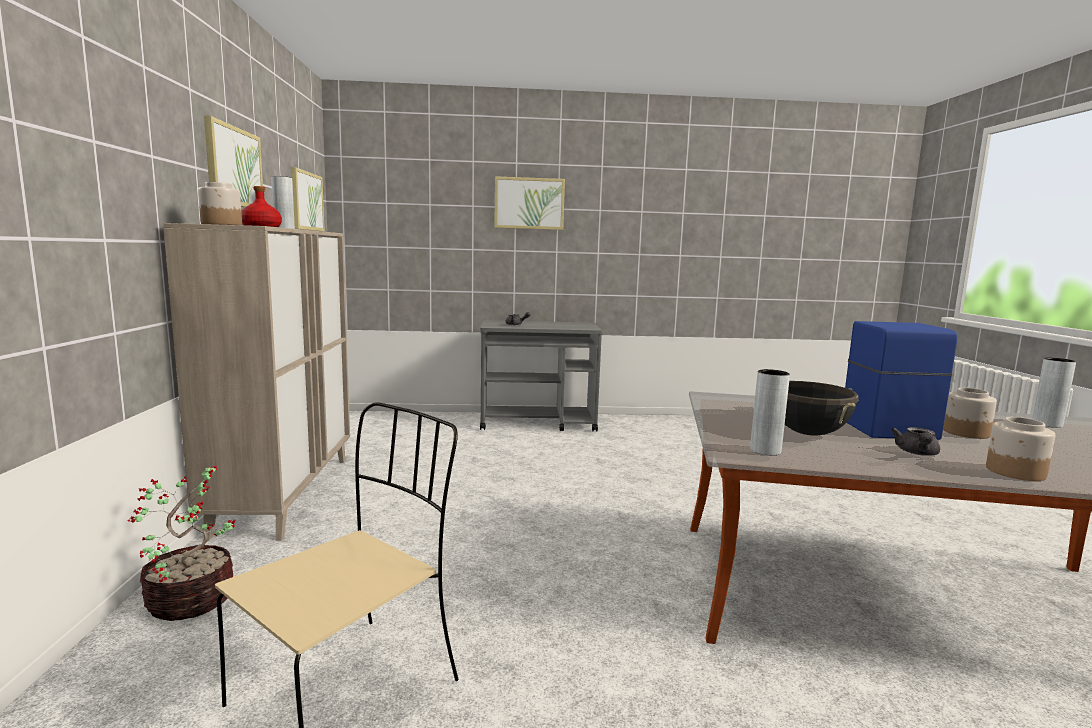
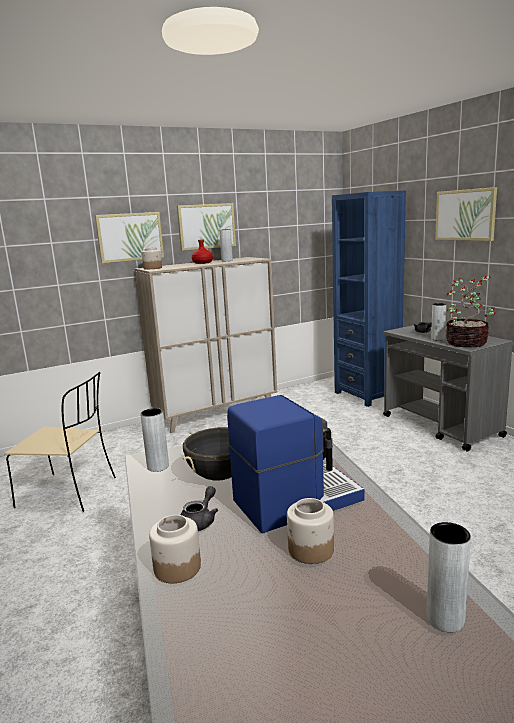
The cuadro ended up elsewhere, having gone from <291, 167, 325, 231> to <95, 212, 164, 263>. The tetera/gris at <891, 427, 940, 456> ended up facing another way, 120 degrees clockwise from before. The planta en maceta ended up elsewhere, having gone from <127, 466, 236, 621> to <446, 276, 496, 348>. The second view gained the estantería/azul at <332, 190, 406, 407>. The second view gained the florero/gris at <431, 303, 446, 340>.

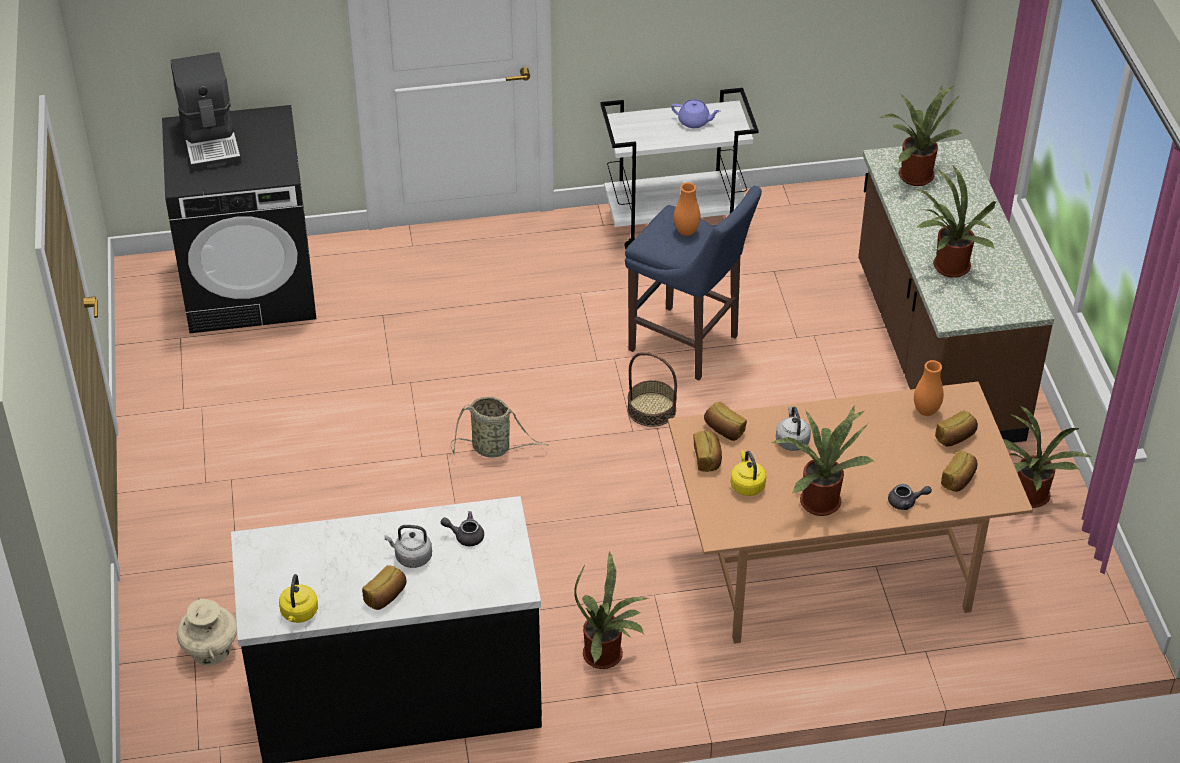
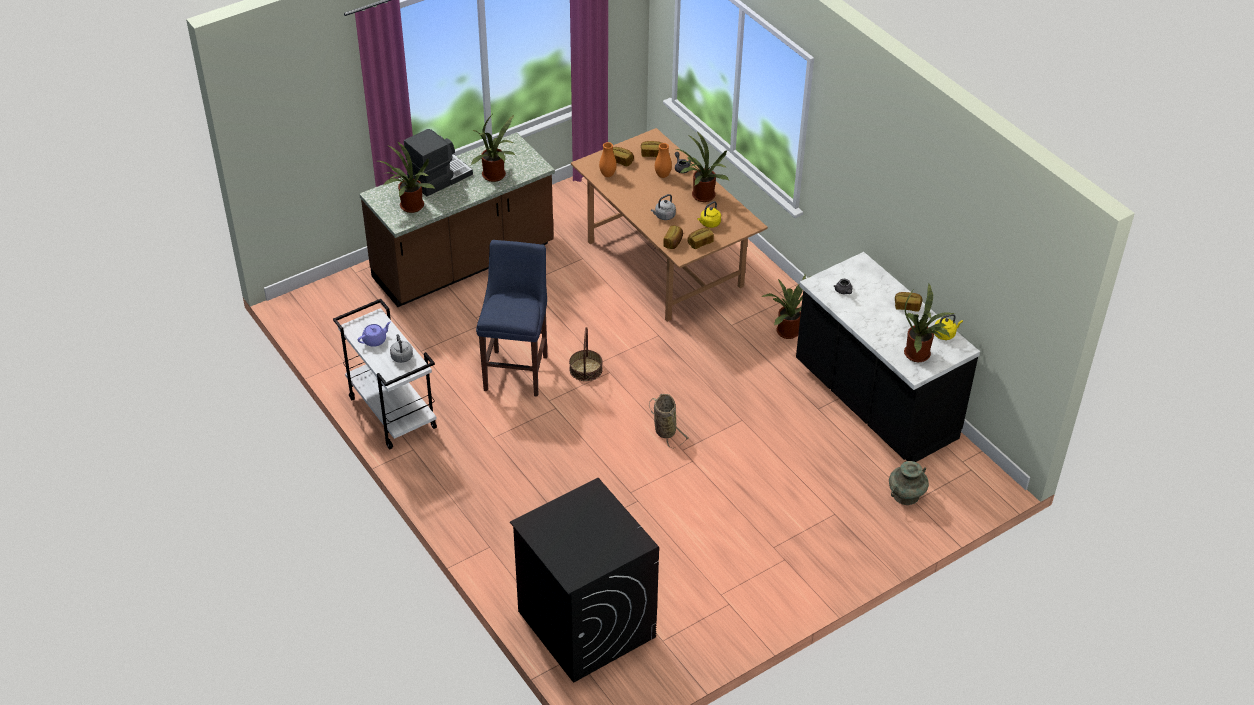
The cafetera ended up elsewhere, having gone from <170, 52, 242, 172> to <404, 129, 473, 196>. The tetera/morado at <671, 99, 720, 128> ended up facing another way, 60 degrees clockwise from before. The florero/naranja ended up elsewhere, having gone from <674, 182, 700, 236> to <655, 143, 672, 178>. The planta en maceta ended up elsewhere, having gone from <1003, 406, 1091, 508> to <904, 284, 955, 362>. The hervidor/gris ended up elsewhere, having gone from <384, 525, 432, 568> to <390, 334, 413, 363>. What was the florero/beis at <177, 598, 237, 666> turned into the florero/turquesa at <889, 461, 929, 505>.

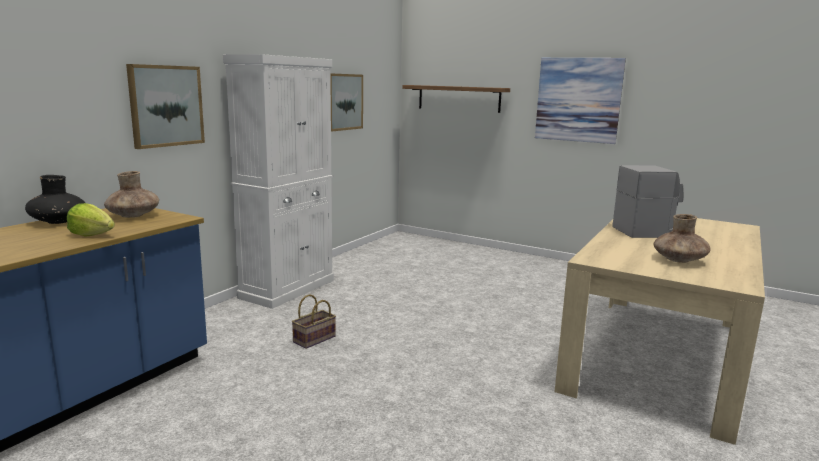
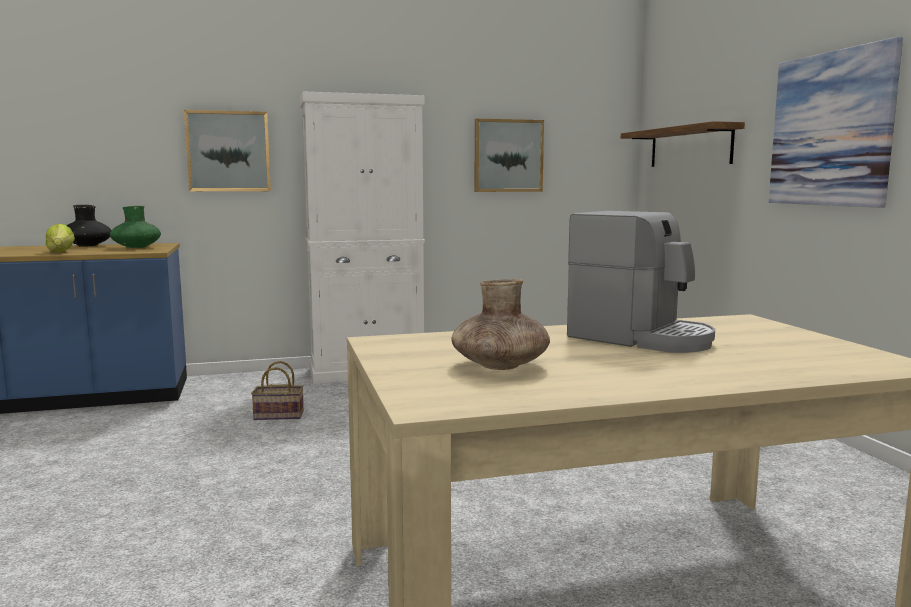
What was the florero/marrón at <104, 171, 159, 218> turned into the florero/verde at <110, 205, 161, 248>.

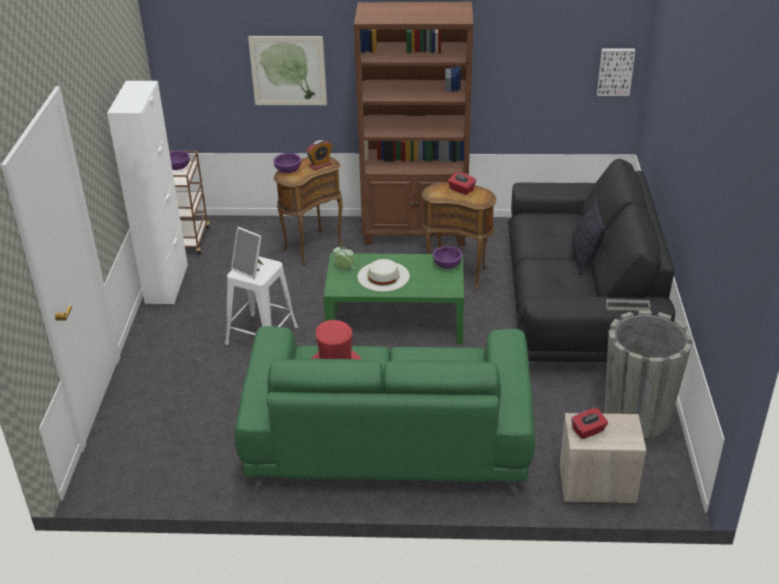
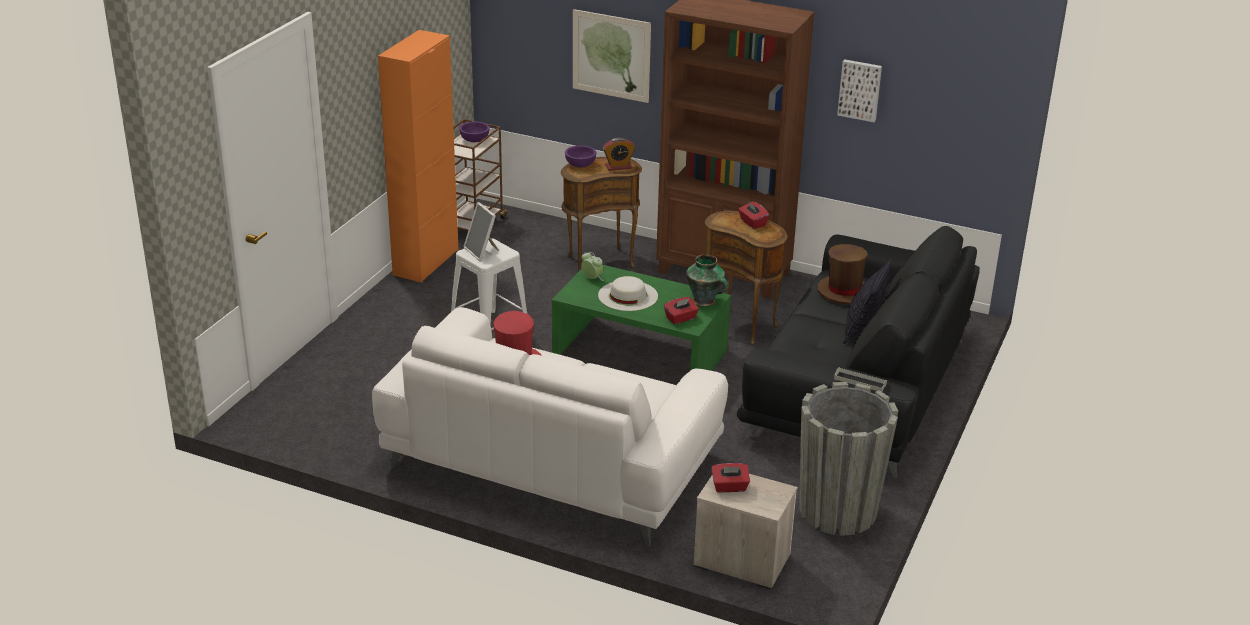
The cuadro ended up elsewhere, having gone from <597, 49, 635, 96> to <837, 59, 882, 122>. What was the armario/blanco at <107, 81, 188, 304> turned into the armario/naranja at <378, 30, 459, 283>. Where the cuenco/morado stood at <433, 246, 462, 269>, the florero came to stand at <686, 255, 728, 306>. What was the sofá/verde at <234, 326, 535, 496> turned into the sofá/blanco at <372, 307, 728, 547>. The second view gained the sombrero/marrón at <818, 244, 868, 305>. The second view gained the caja de pañuelos/rojo at <664, 297, 699, 324>.

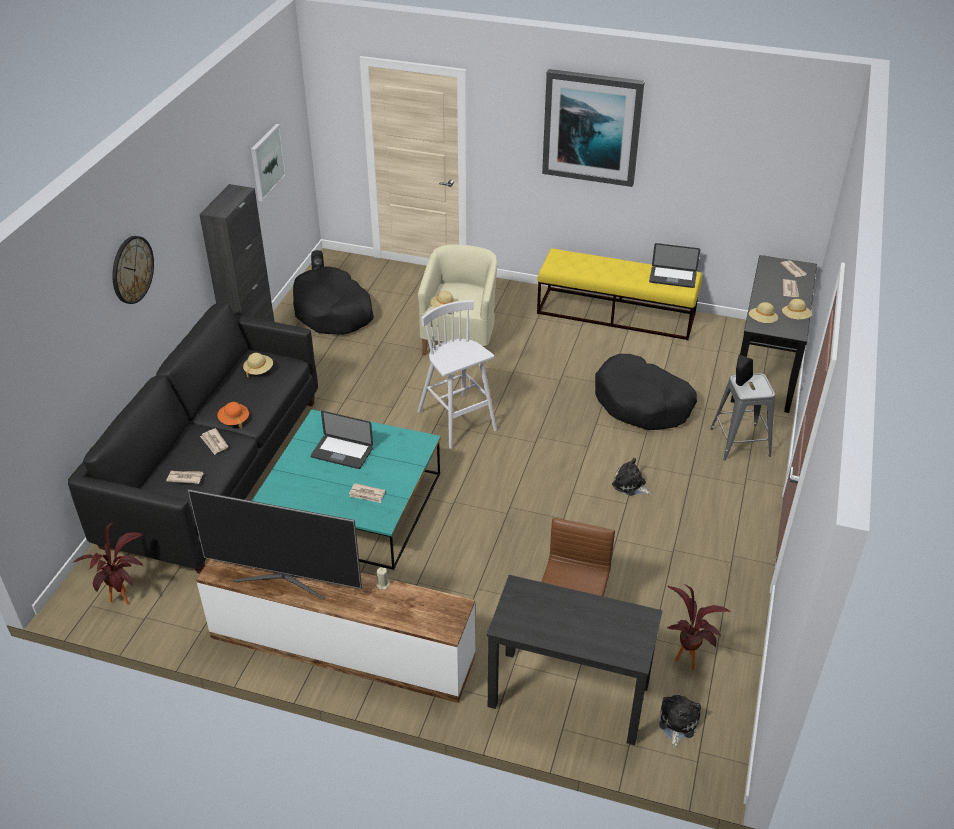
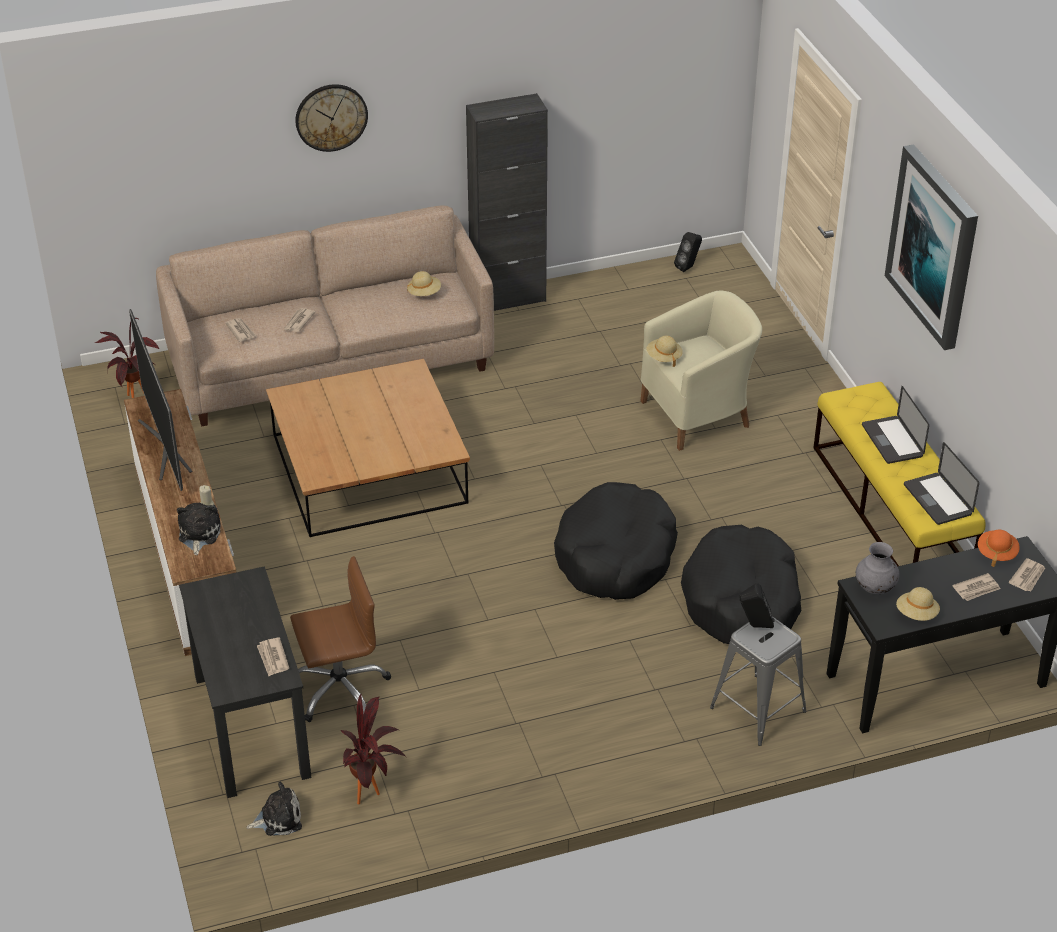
The second view lost the cuadro at <251, 124, 286, 202>. The cama para perro/negro ended up elsewhere, having gone from <293, 266, 374, 335> to <554, 482, 678, 600>. The second view lost the taburete/blanco at <417, 300, 497, 449>. What was the sofá/negro at <68, 302, 318, 574> turned into the sofá/beis at <156, 205, 494, 427>. Where the sombrero/beis stood at <749, 302, 778, 323>, the florero/gris came to stand at <856, 542, 900, 594>. The sombrero/naranja ended up elsewhere, having gone from <217, 402, 249, 429> to <978, 530, 1020, 567>. What was the mesa de centro/turquesa at <252, 409, 441, 570> turned into the mesa de centro/marrón at <266, 359, 470, 537>. The portátil ended up elsewhere, having gone from <311, 411, 373, 469> to <862, 386, 929, 464>. The peluche ended up elsewhere, having gone from <612, 458, 652, 496> to <177, 503, 221, 555>. The periódico ended up elsewhere, having gone from <349, 483, 385, 503> to <257, 637, 289, 676>.

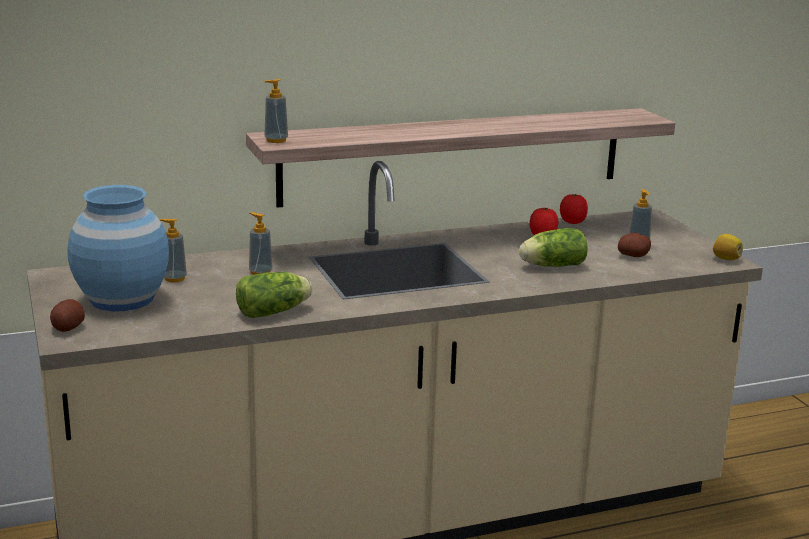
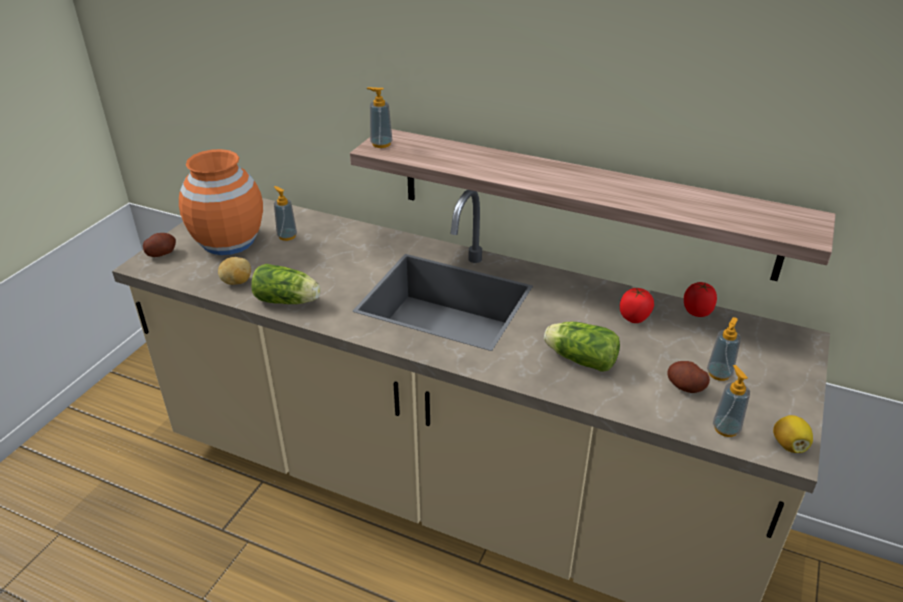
What was the florero/azul at <67, 185, 169, 311> turned into the florero/naranja at <179, 149, 263, 255>. The dispensador de jabón ended up elsewhere, having gone from <249, 212, 273, 275> to <713, 365, 750, 437>. The second view gained the patata at <218, 257, 251, 285>.

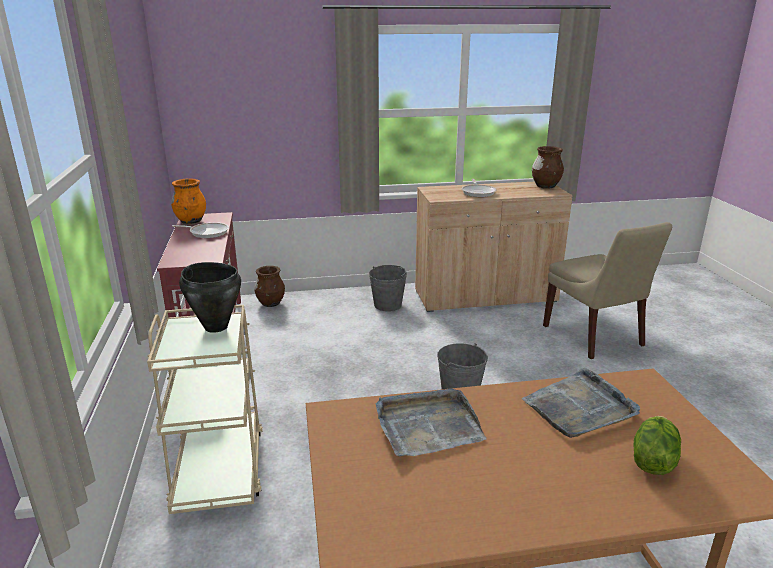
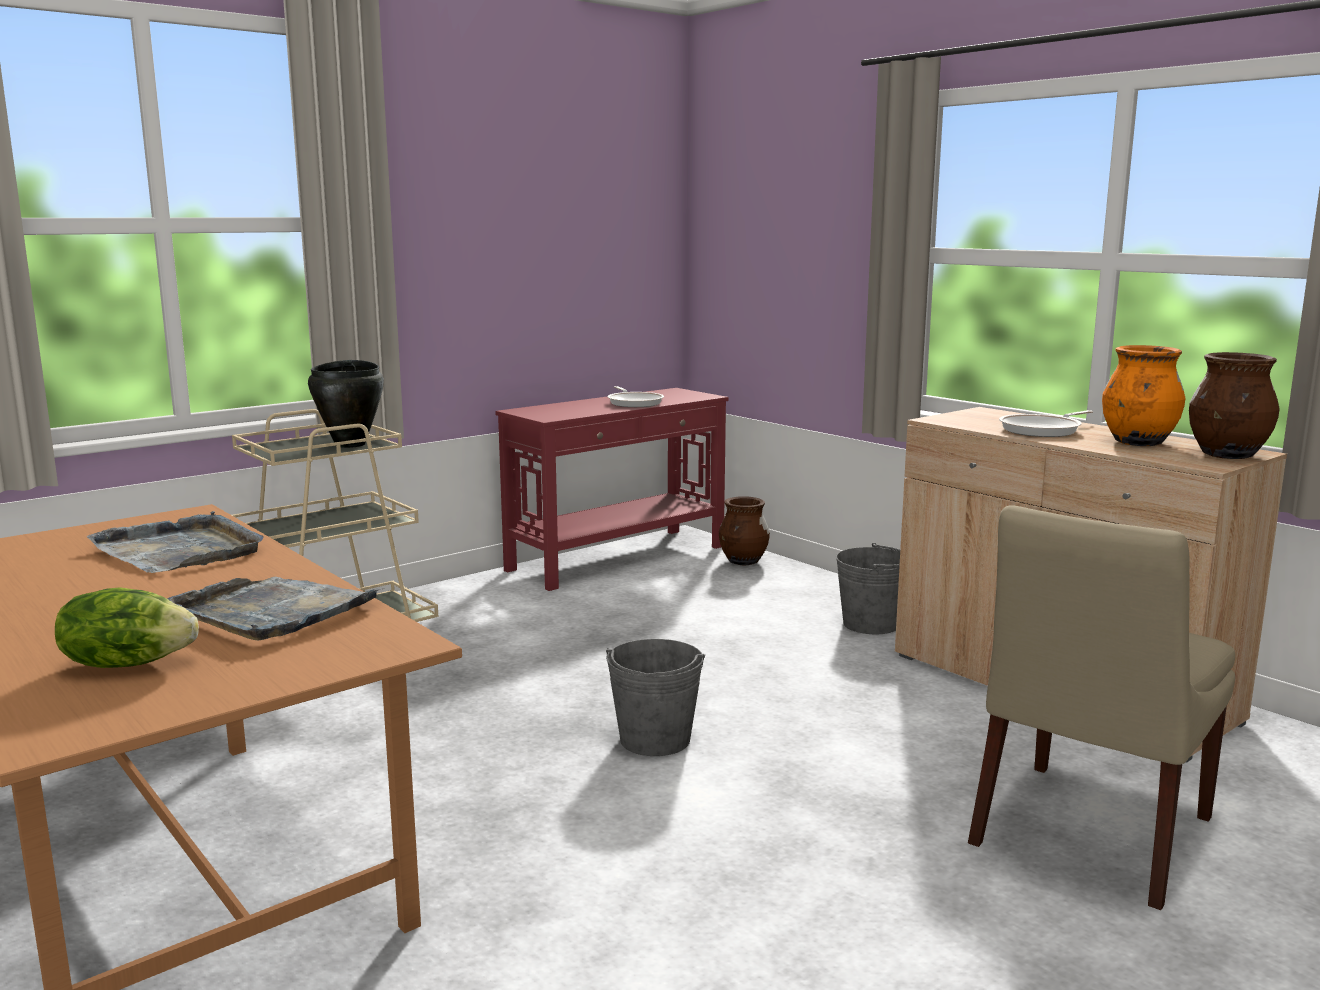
The florero/naranja ended up elsewhere, having gone from <171, 179, 206, 224> to <1102, 345, 1185, 446>.

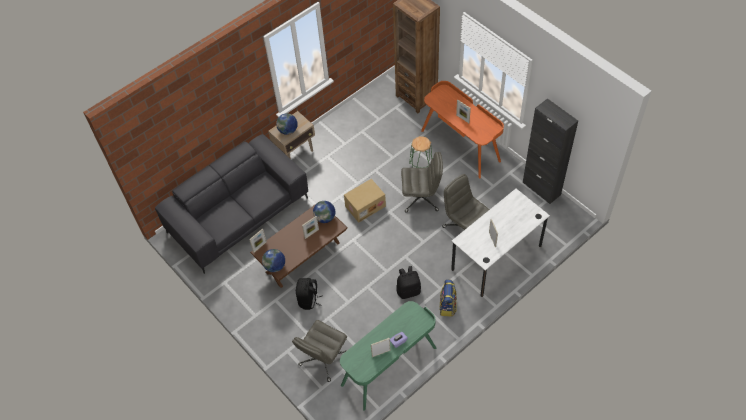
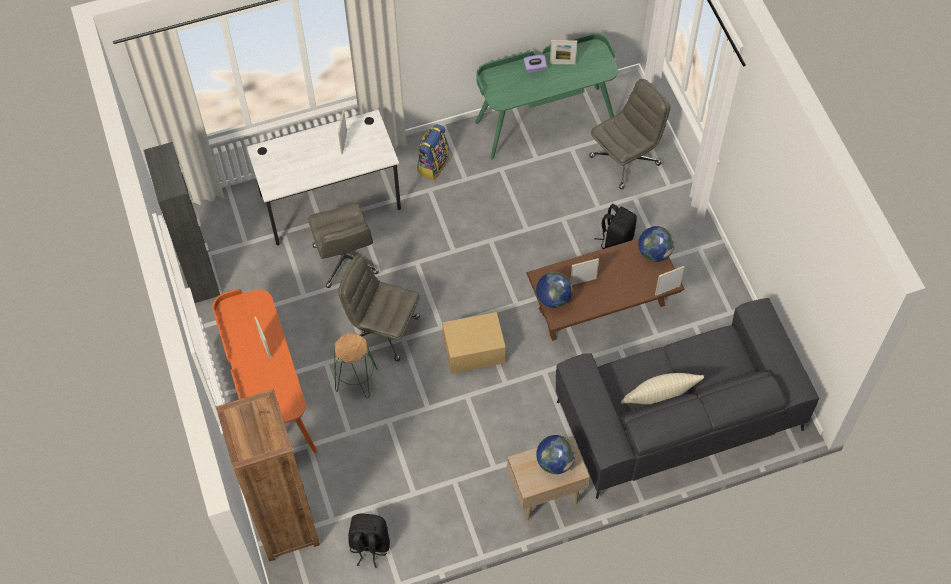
The mochila/negro ended up elsewhere, having gone from <396, 266, 421, 299> to <348, 513, 390, 568>. The second view gained the cojín/beis at <621, 373, 704, 404>.

